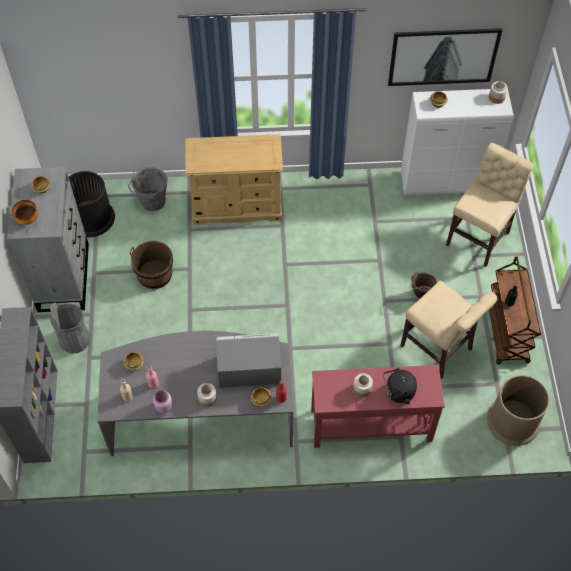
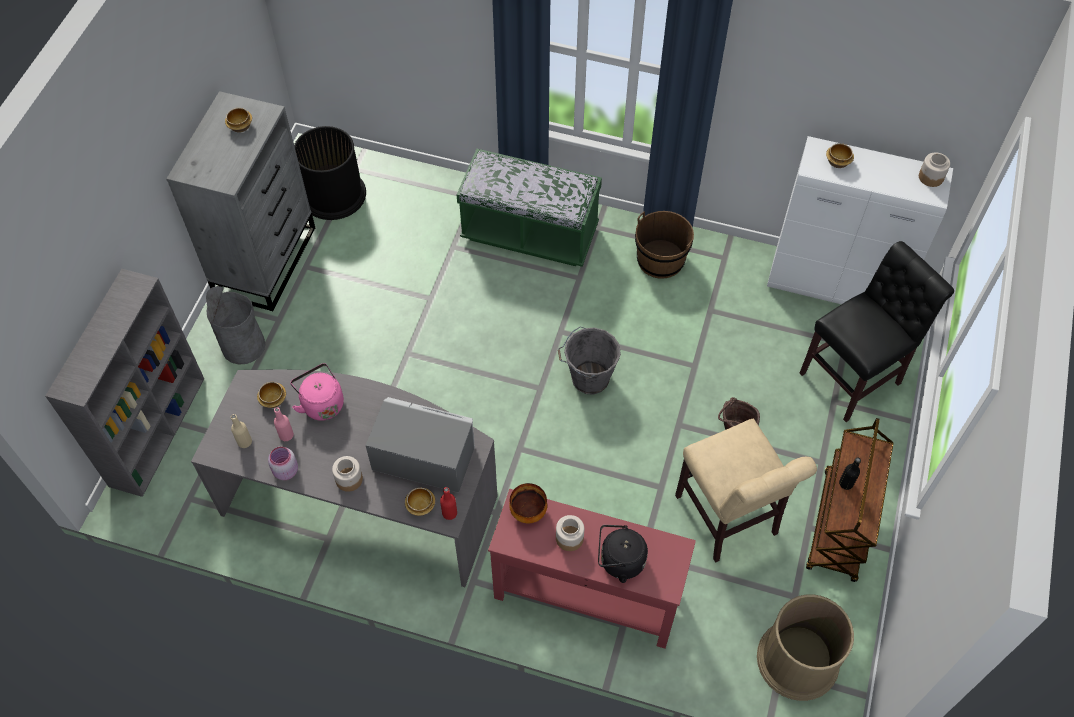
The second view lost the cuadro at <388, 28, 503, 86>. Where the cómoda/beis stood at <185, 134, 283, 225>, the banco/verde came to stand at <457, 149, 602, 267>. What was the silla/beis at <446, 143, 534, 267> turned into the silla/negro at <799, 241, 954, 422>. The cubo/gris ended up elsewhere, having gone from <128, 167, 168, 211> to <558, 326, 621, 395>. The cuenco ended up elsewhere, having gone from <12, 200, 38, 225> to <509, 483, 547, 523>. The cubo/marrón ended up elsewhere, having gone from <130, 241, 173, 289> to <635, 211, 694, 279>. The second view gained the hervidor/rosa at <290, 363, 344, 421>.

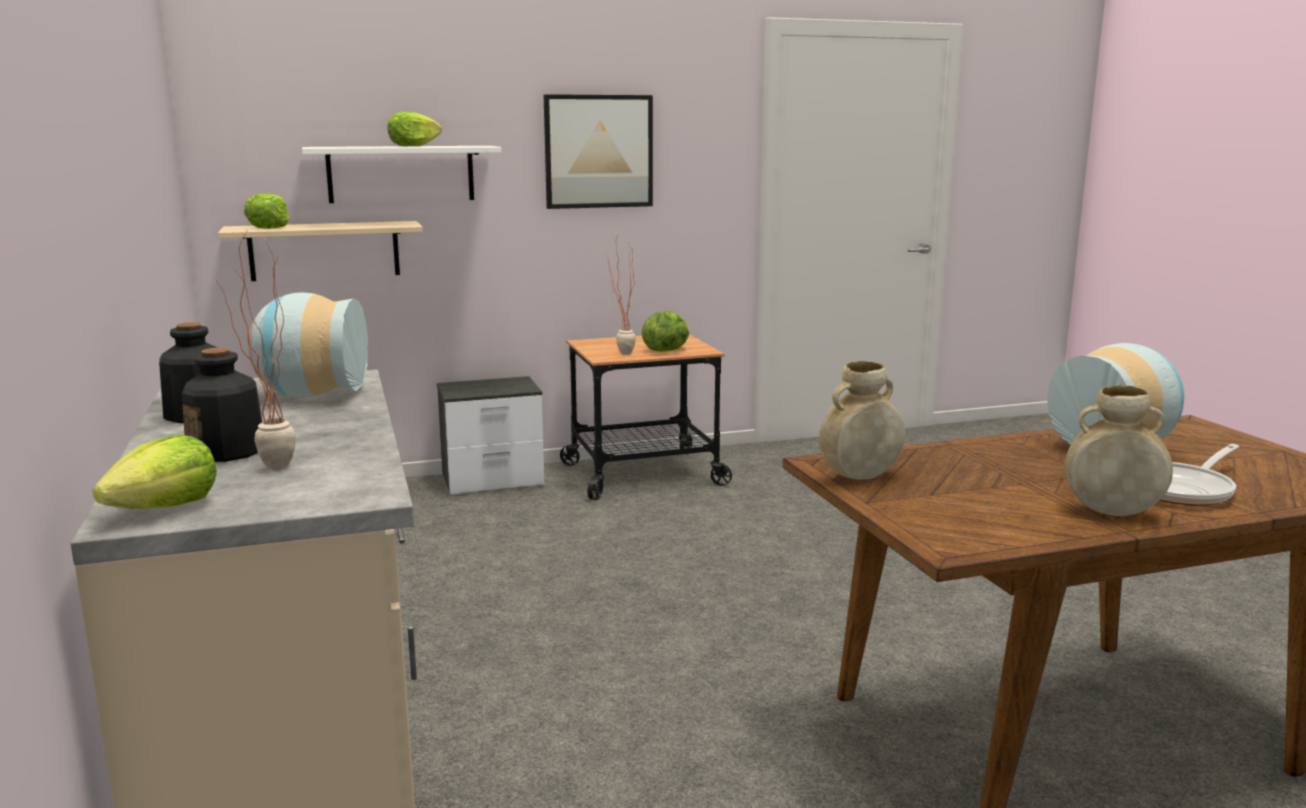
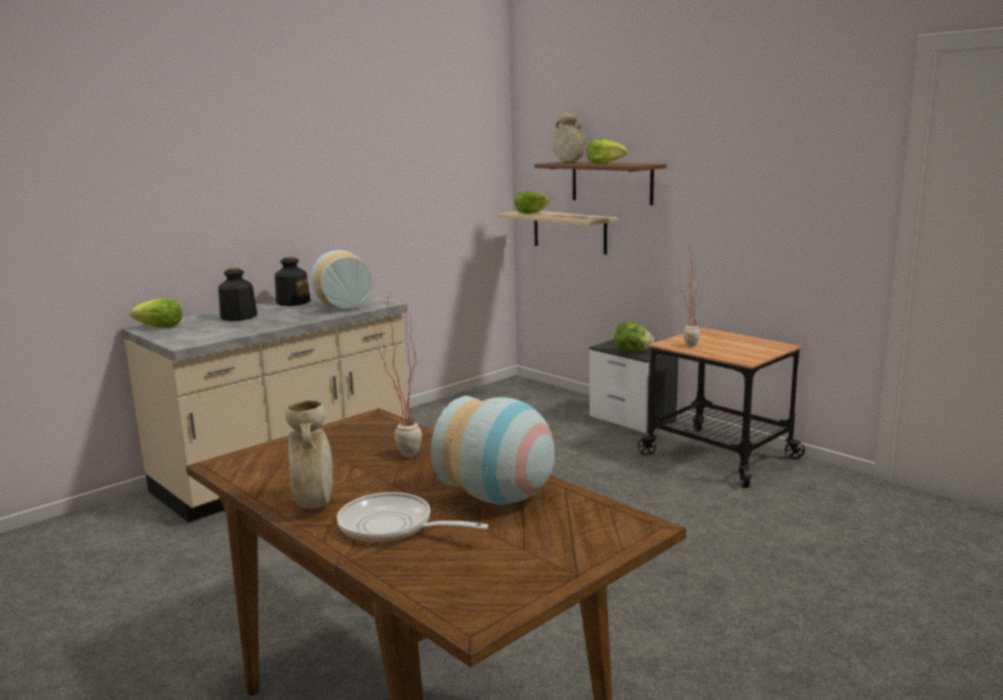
The second view lost the cuadro at <544, 94, 653, 209>. What was the estante/blanco at <302, 146, 501, 203> turned into the estante/marrón at <534, 162, 667, 205>. The planta en maceta ended up elsewhere, having gone from <216, 230, 296, 470> to <371, 294, 422, 458>. The lechuga ended up elsewhere, having gone from <642, 311, 689, 351> to <614, 322, 654, 353>. The florero/beis ended up elsewhere, having gone from <819, 361, 906, 480> to <552, 113, 586, 162>.

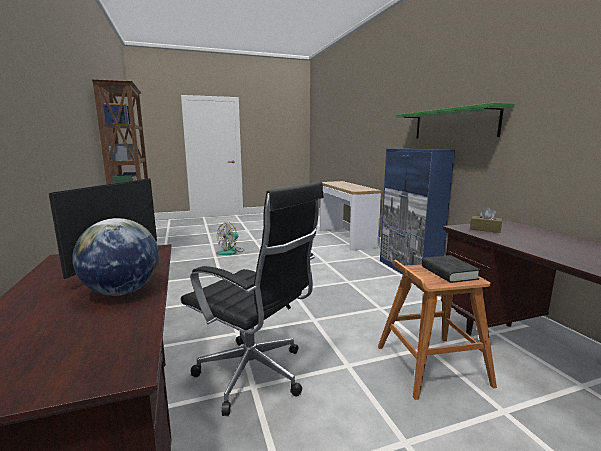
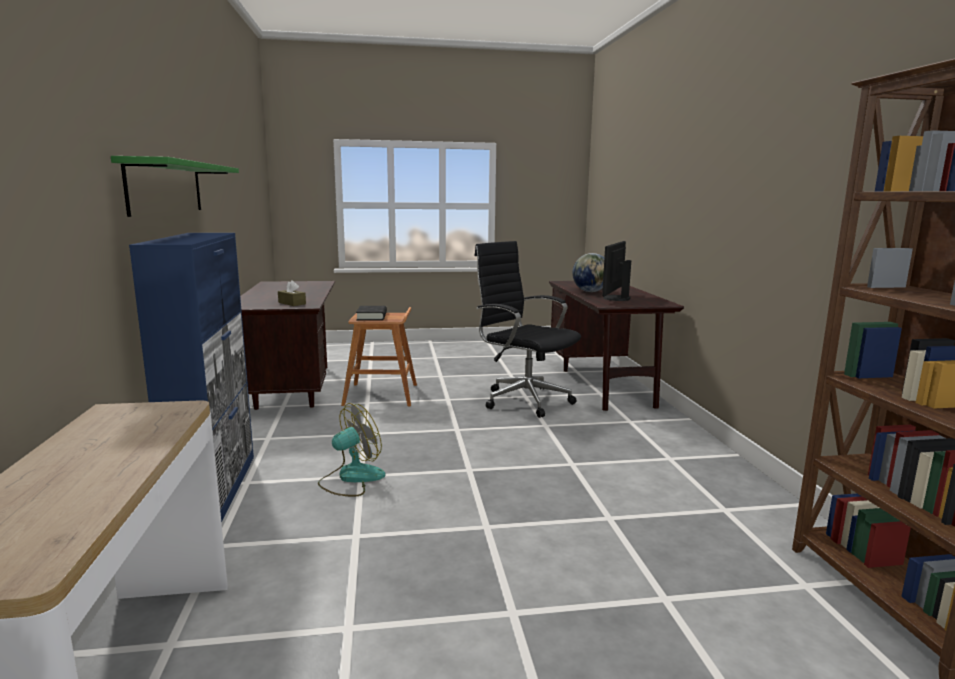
The ventilador ended up elsewhere, having gone from <217, 222, 244, 255> to <318, 403, 386, 497>.

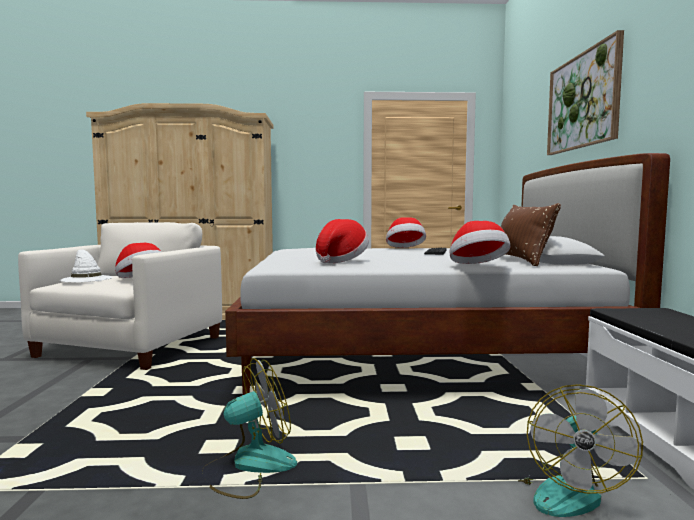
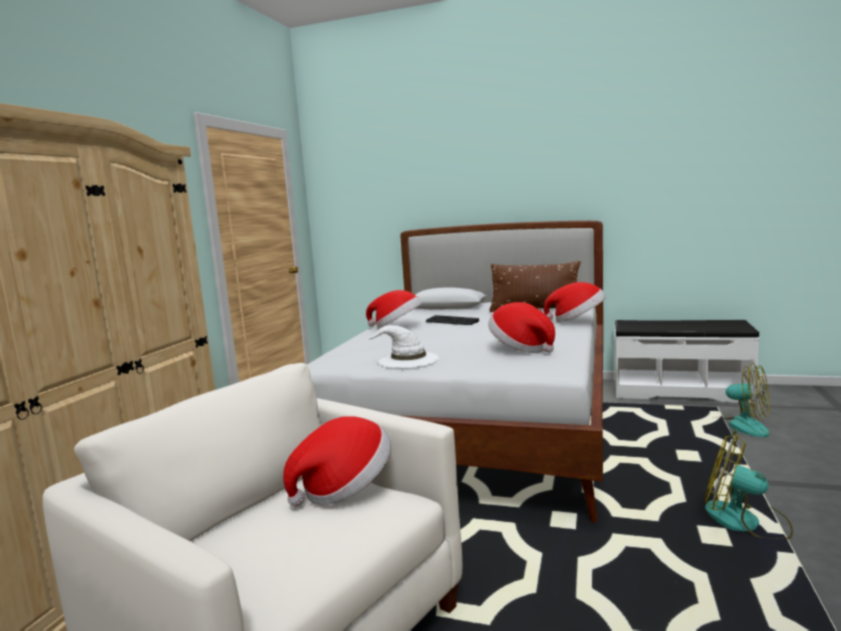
The second view lost the cuadro at <547, 30, 624, 155>. The sombrero/blanco ended up elsewhere, having gone from <60, 249, 112, 282> to <365, 325, 439, 368>. The ventilador at <202, 358, 297, 499> ended up facing another way, 45 degrees counterclockwise from before.

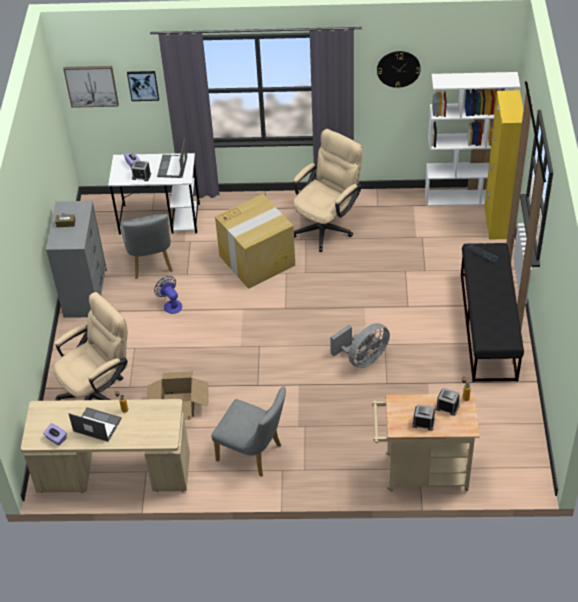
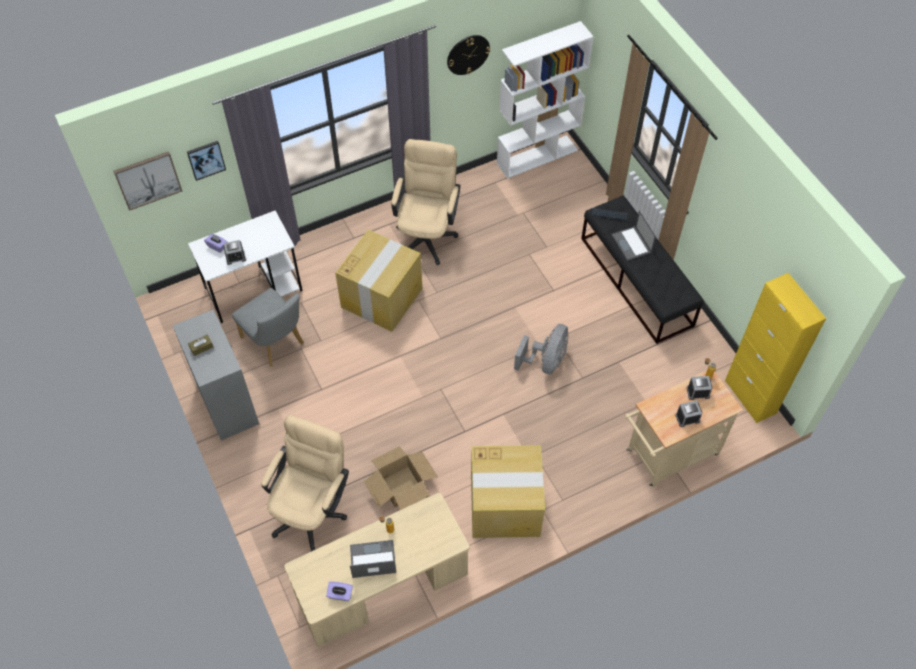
The armario/amarillo ended up elsewhere, having gone from <485, 90, 523, 240> to <725, 273, 826, 423>. The portátil ended up elsewhere, having gone from <157, 138, 187, 178> to <611, 210, 656, 261>. The second view lost the ventilador at <154, 276, 182, 314>. Where the silla/gris stood at <211, 386, 286, 477>, the caja de cartón came to stand at <471, 445, 545, 538>.

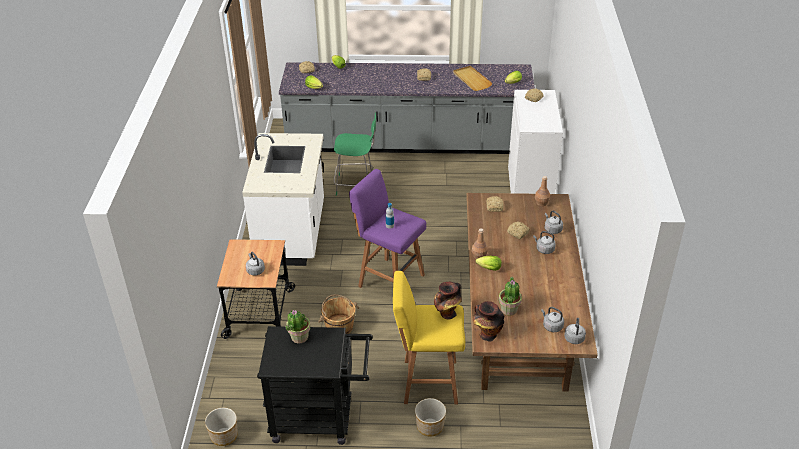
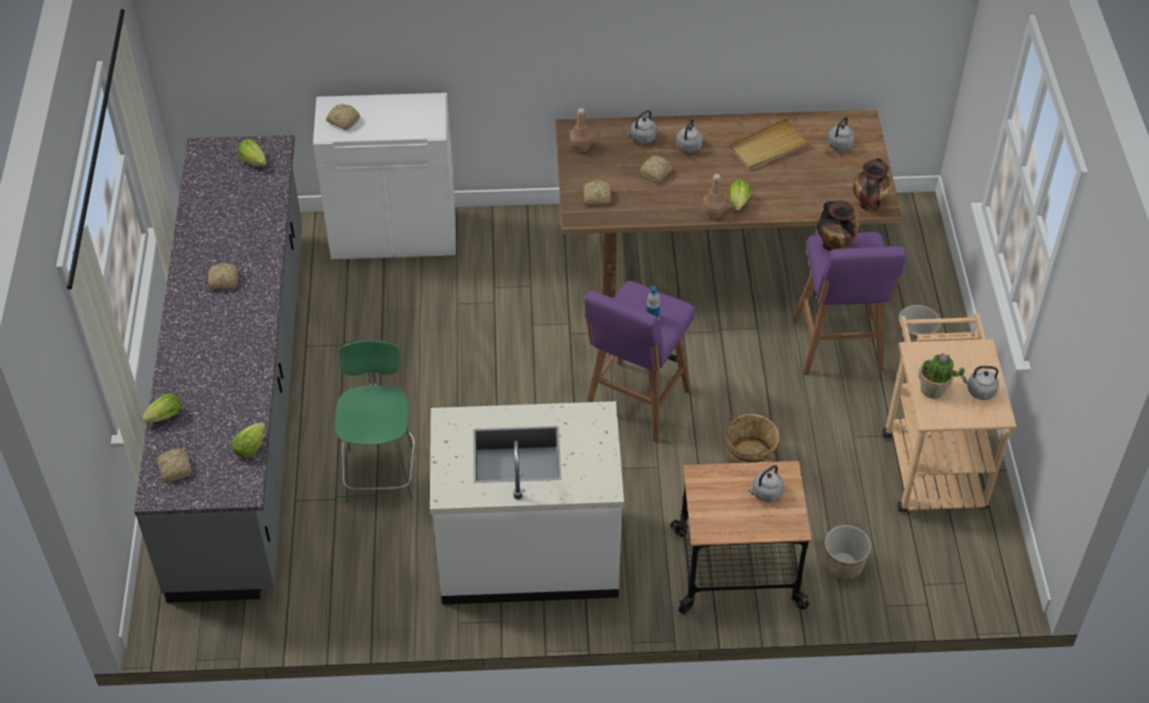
The bandeja/beis ended up elsewhere, having gone from <453, 66, 493, 91> to <729, 118, 812, 170>. What was the taburete/amarillo at <393, 271, 465, 405> turned into the taburete/morado at <793, 232, 906, 375>. The second view lost the planta en maceta at <499, 277, 522, 316>. The hervidor/gris ended up elsewhere, having gone from <564, 318, 586, 344> to <961, 366, 999, 400>. What was the carrito/negro at <257, 326, 373, 445> turned into the carrito/beis at <883, 313, 1017, 512>. The maceta ended up elsewhere, having gone from <205, 408, 238, 446> to <824, 525, 871, 580>.

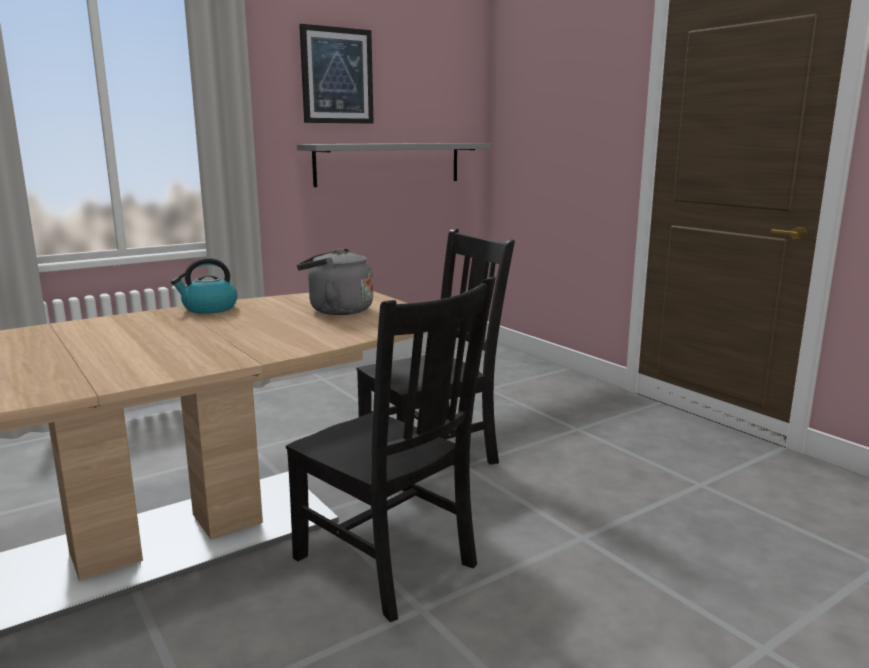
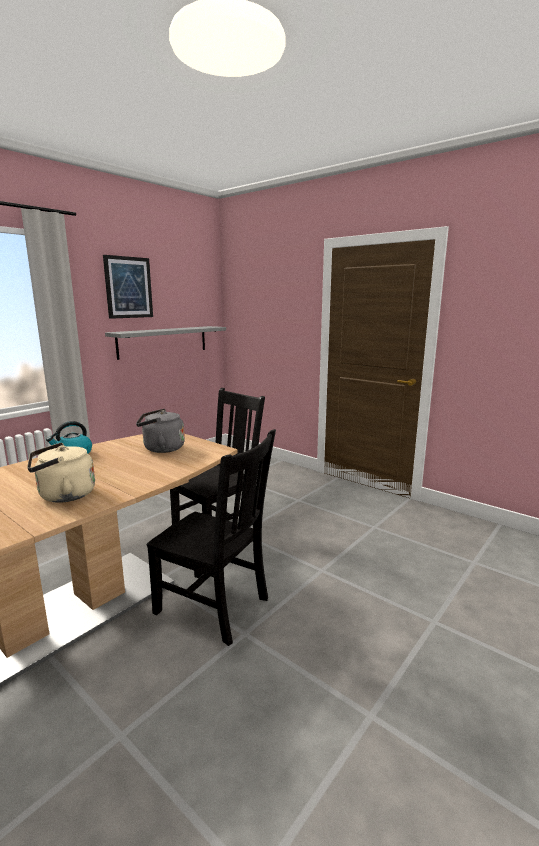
The second view gained the hervidor/beis at <27, 442, 95, 503>.

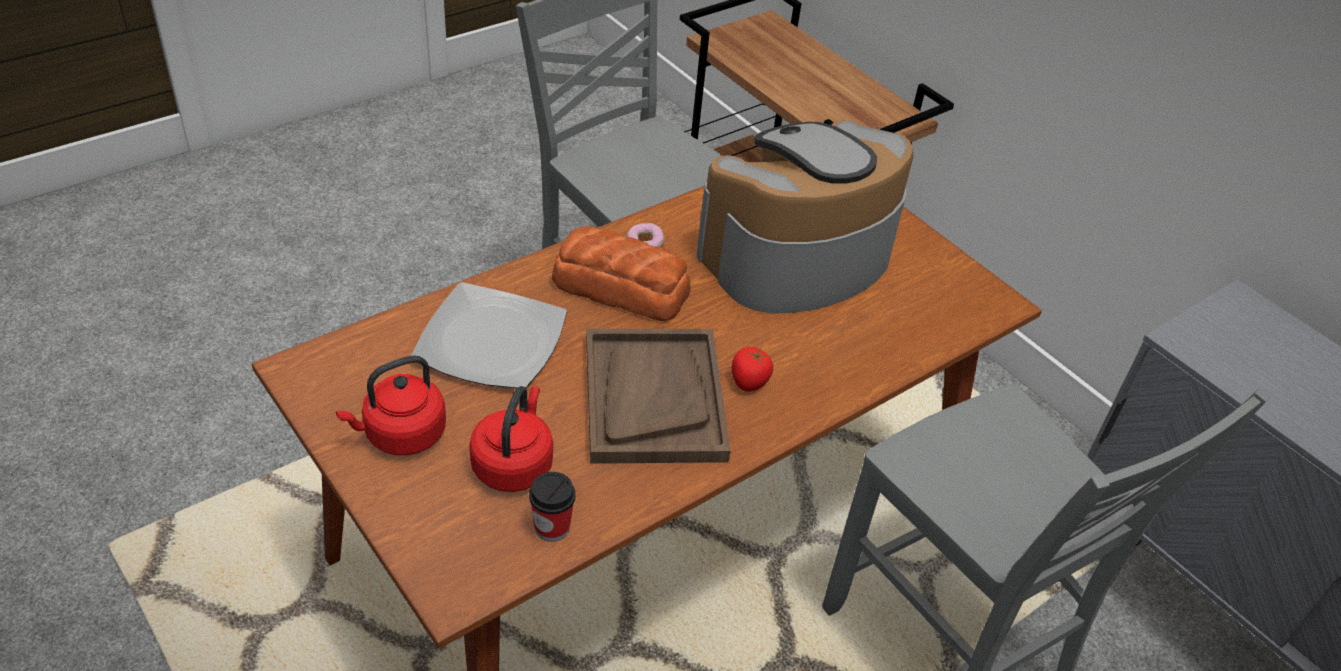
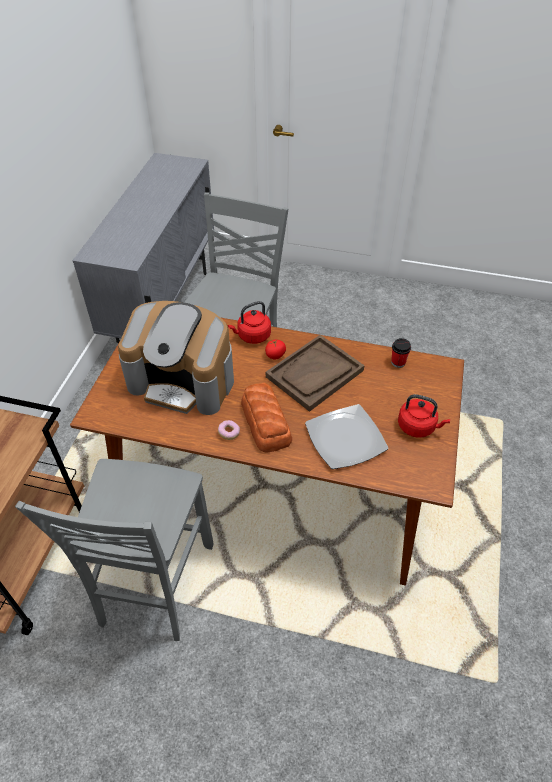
The hervidor/rojo ended up elsewhere, having gone from <469, 386, 553, 492> to <228, 301, 271, 344>.

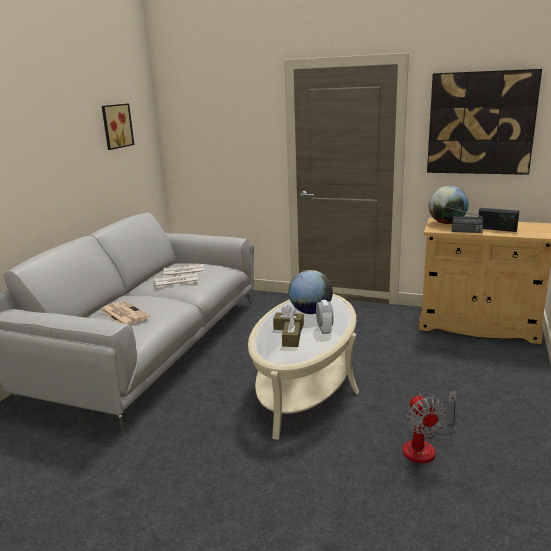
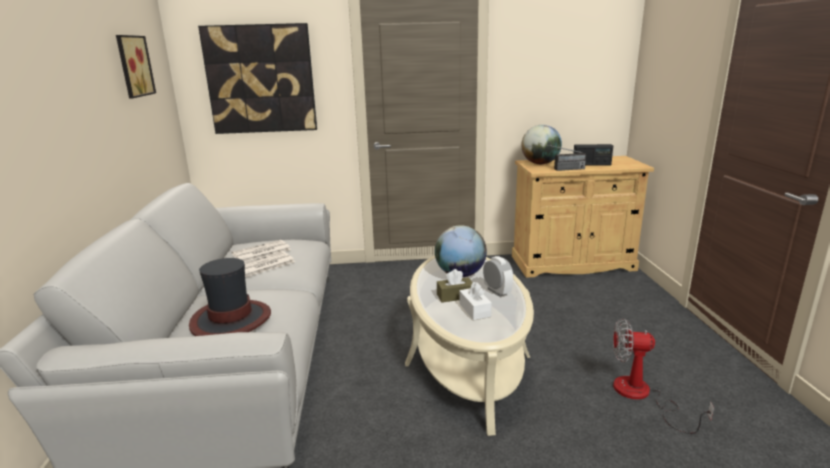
The cuadro ended up elsewhere, having gone from <427, 69, 542, 175> to <198, 23, 317, 134>. Where the periódico stood at <101, 301, 150, 325>, the sombrero came to stand at <189, 258, 271, 336>. What was the caja de pañuelos/marrón at <282, 317, 301, 347> turned into the caja de pañuelos/blanco at <459, 282, 492, 320>. The ventilador at <403, 391, 457, 463> ended up facing another way, 135 degrees clockwise from before.

